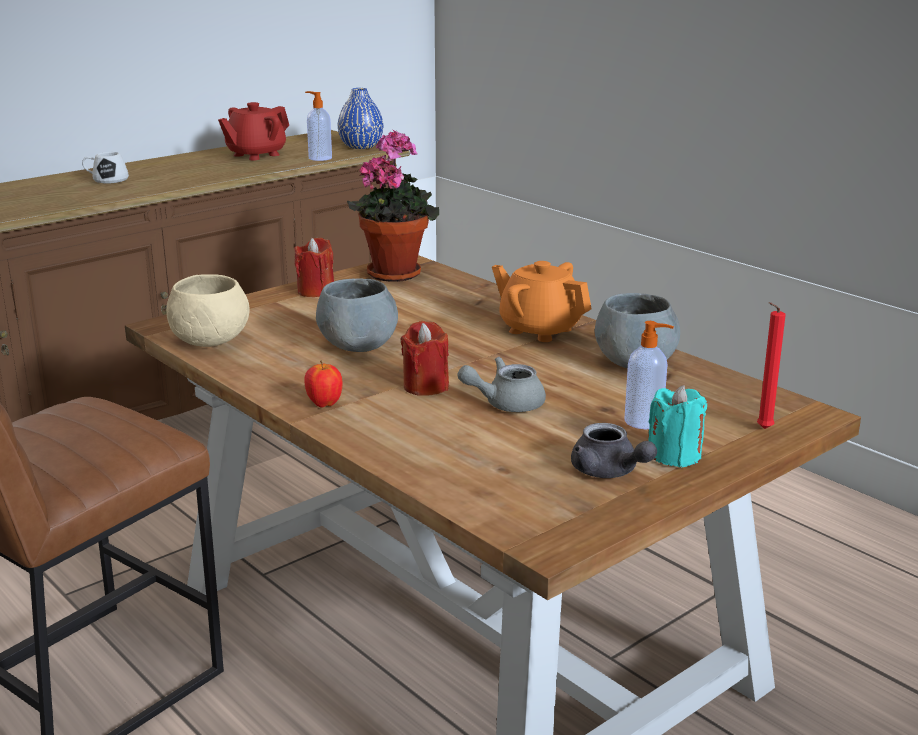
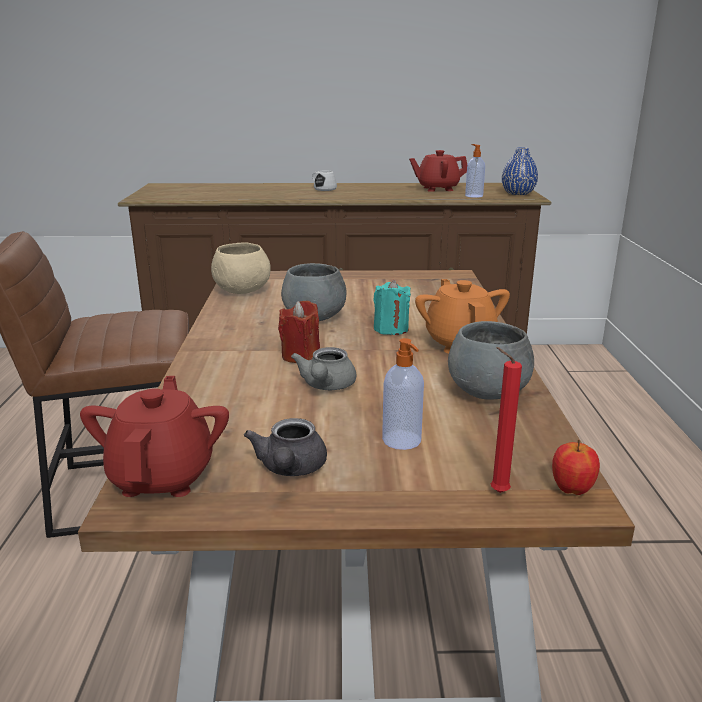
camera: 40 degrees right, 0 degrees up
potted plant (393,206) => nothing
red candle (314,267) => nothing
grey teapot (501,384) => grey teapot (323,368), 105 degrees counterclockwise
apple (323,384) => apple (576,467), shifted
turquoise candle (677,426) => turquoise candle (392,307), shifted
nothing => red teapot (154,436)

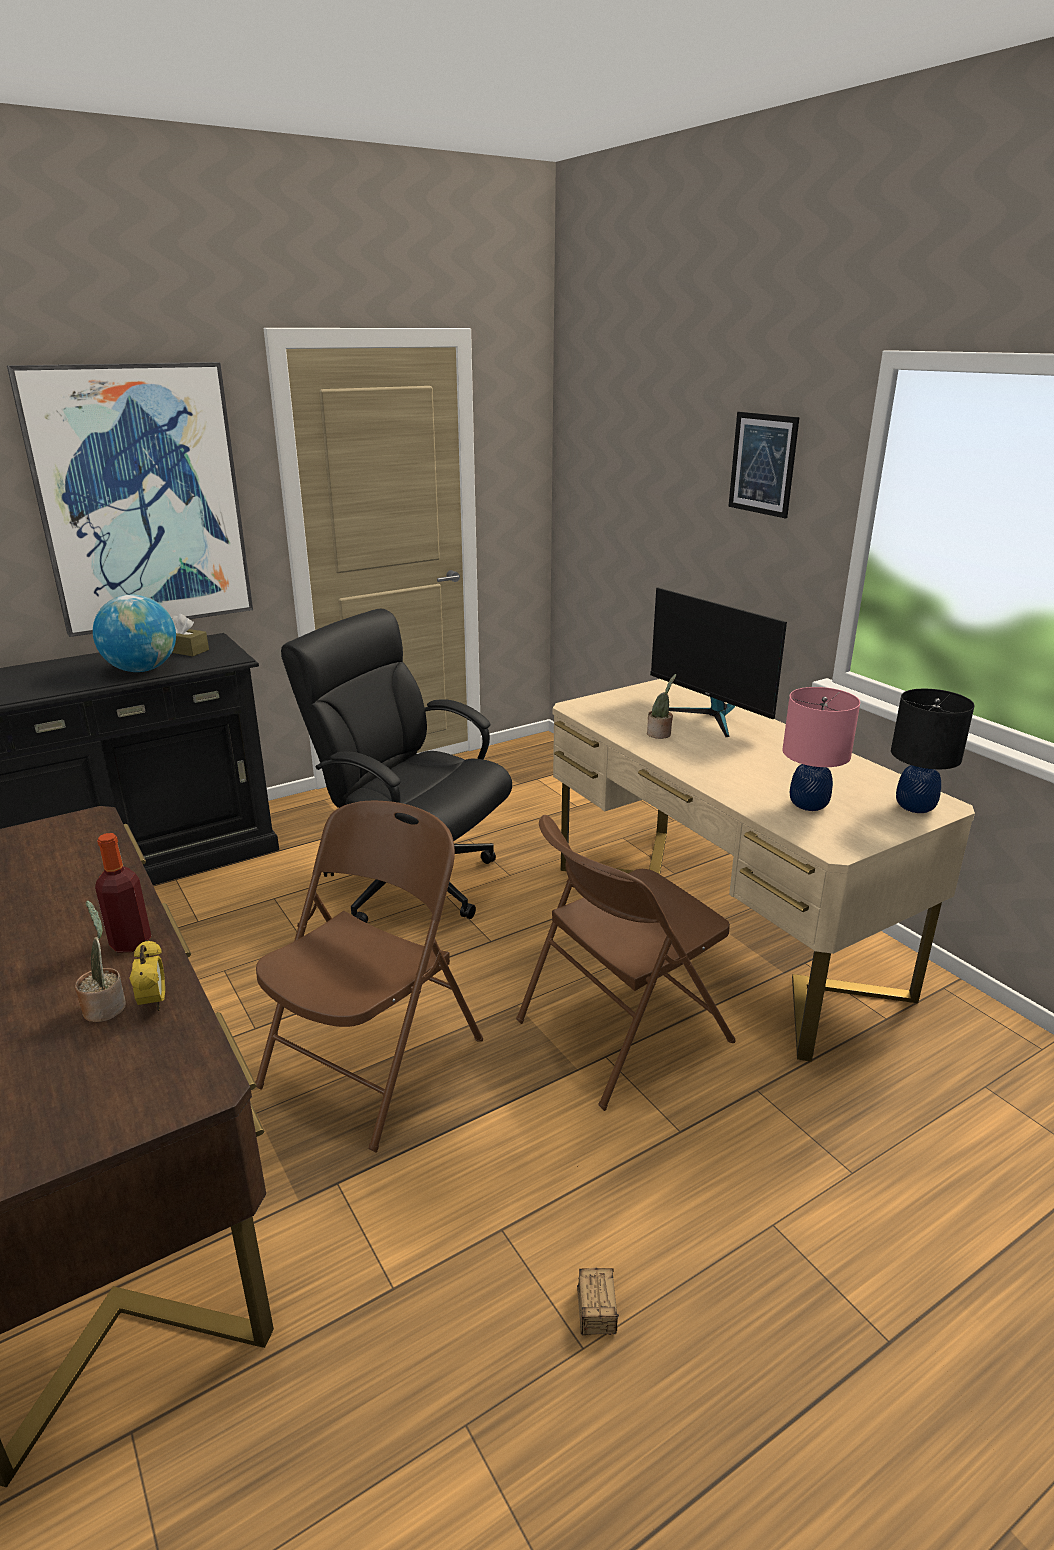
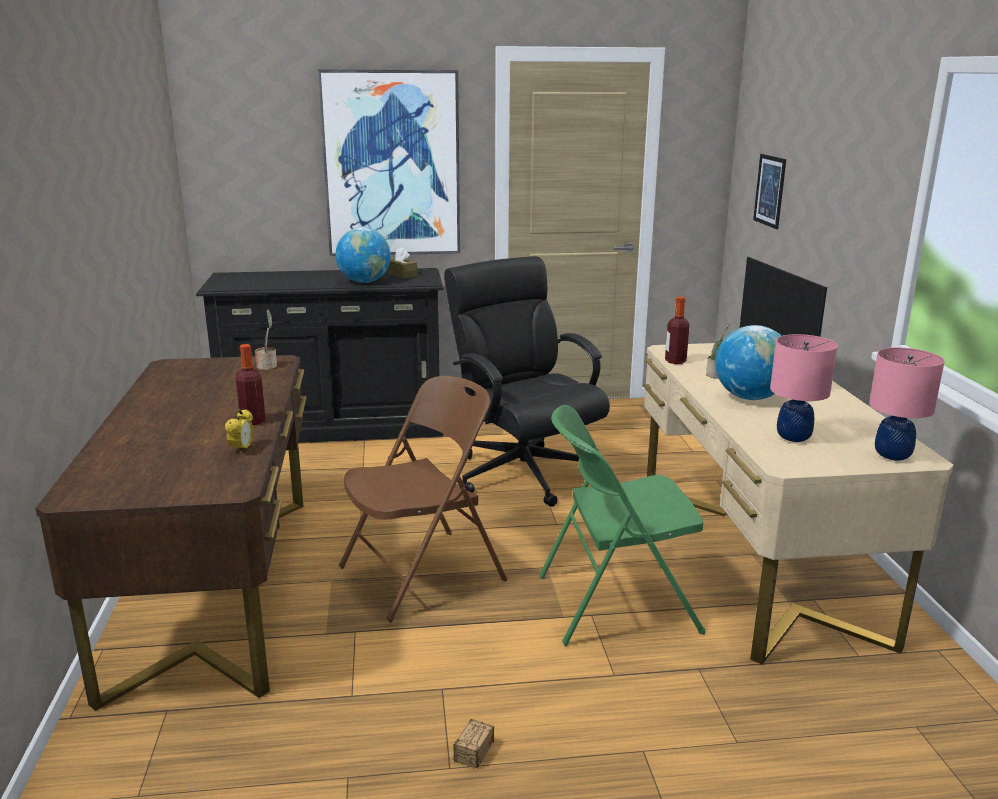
camera: 25 degrees right, 5 degrees down
picture (763,465) => picture (769,191), shifted
black table lamp (933,751) => pink table lamp (907,404)
brown chair (626,963) => green chair (622,525)
potted plant (100,961) => potted plant (266,339), shifted
nothing => bottle (677,330)
nothing => globe (748,362)

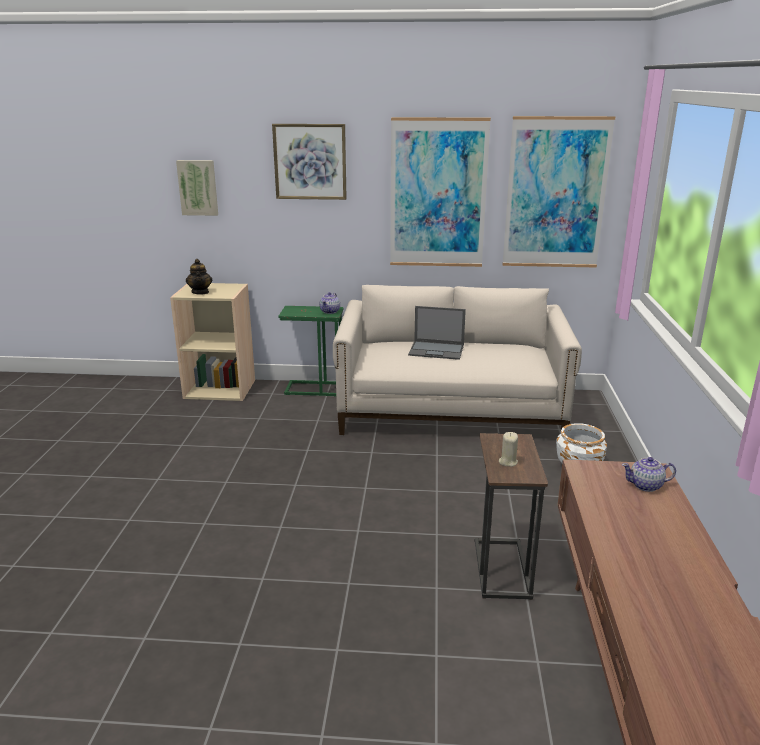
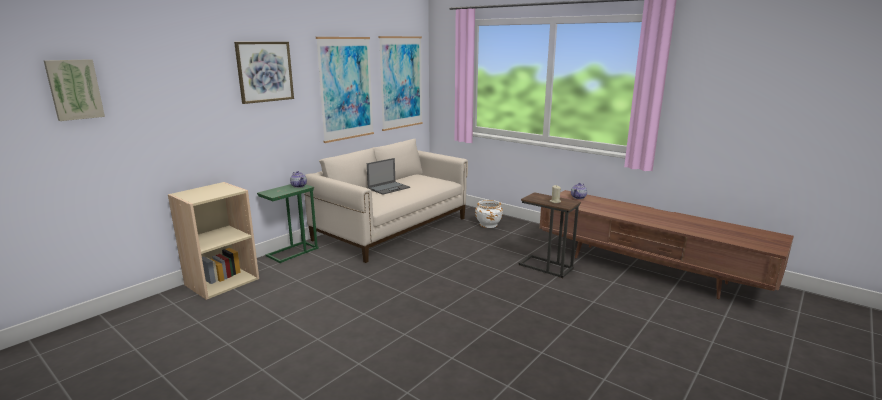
camera: 55 degrees left, 5 degrees down
picture (197,188) => picture (74,90), shifted
teapot (199,277) => nothing

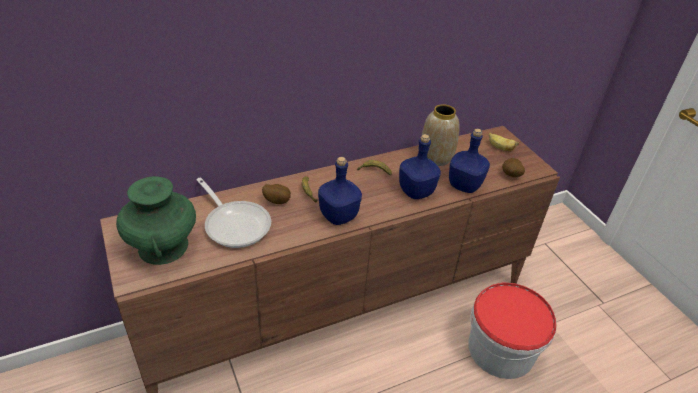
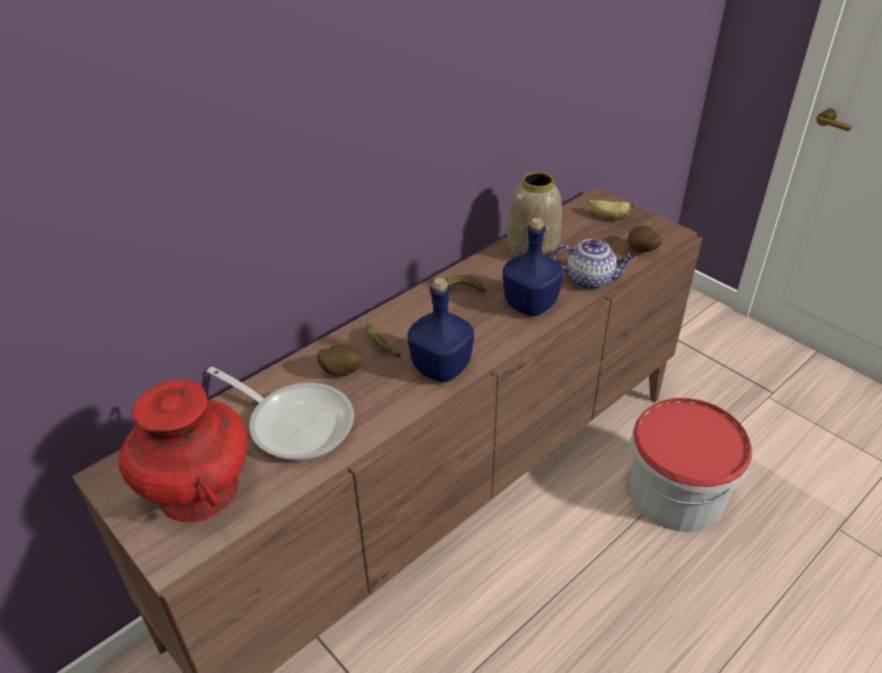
camera: 15 degrees left, 0 degrees up
blue bottle (469,161) => teapot (593,264)
green vase (156,220) => red vase (183,450)

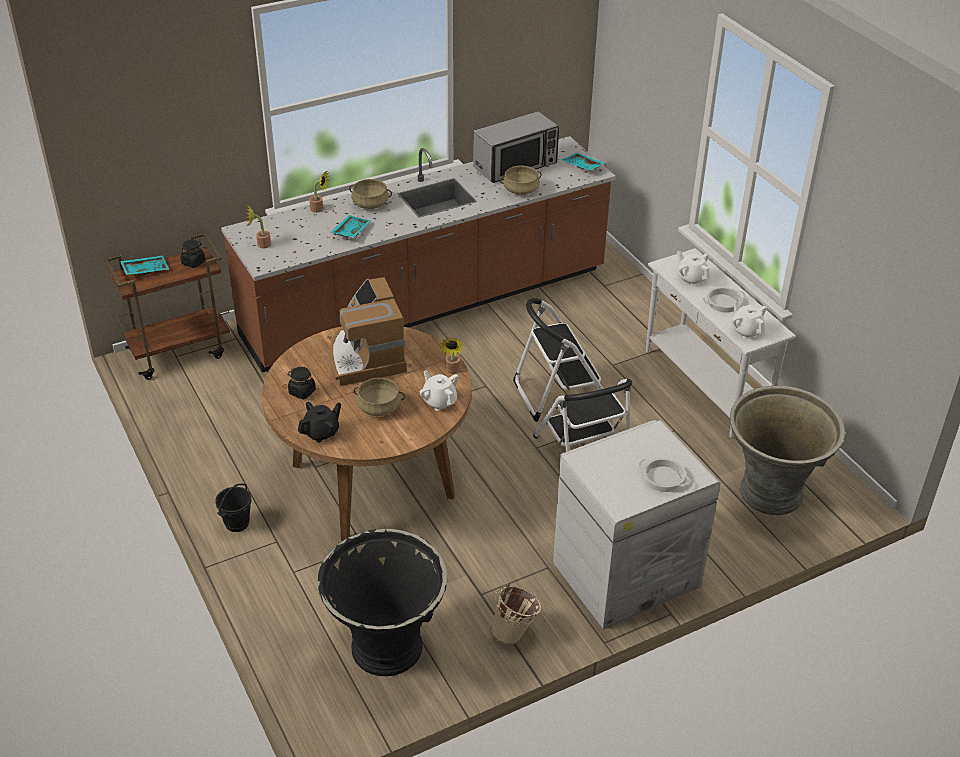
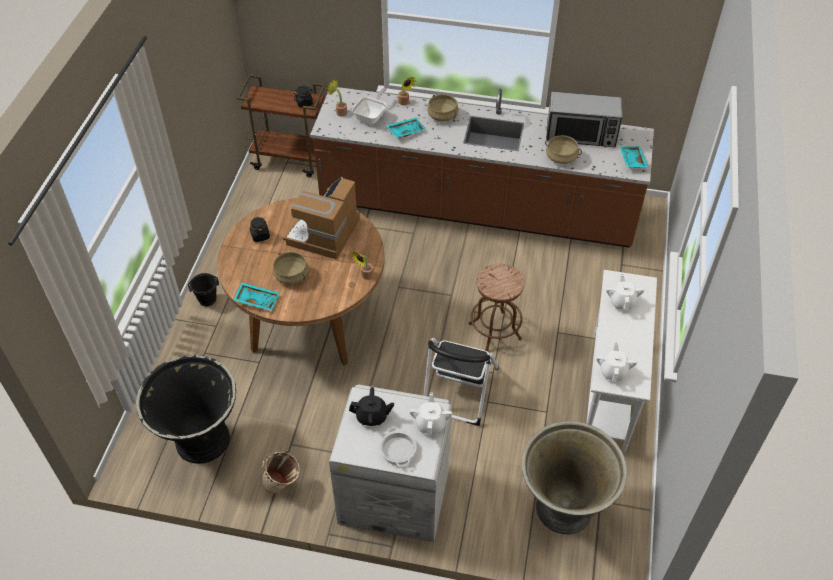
camera: 40 degrees right, 10 degrees up
turquoise tray (144,265) => turquoise tray (256,296), shifted
cooking pot (724,300) => nothing
step ladder (558,360) => brown stool (496,308)
white teapot (439,390) => white teapot (430,414), shifted
black teapot (319,422) => black teapot (371,406), shifted
nothing => frying pan (369,105)

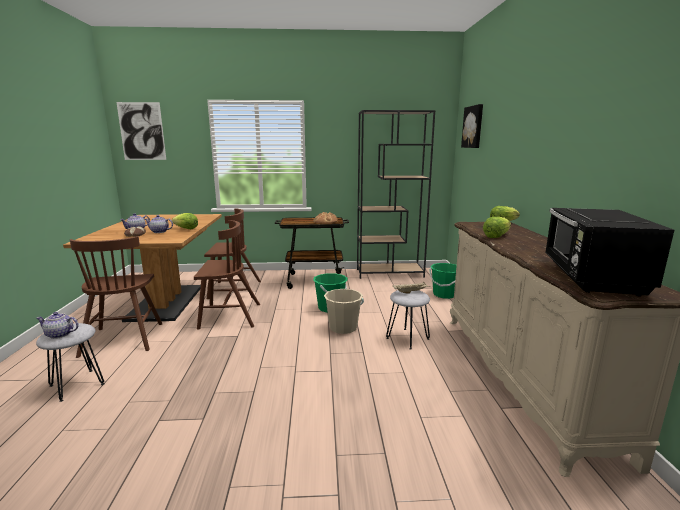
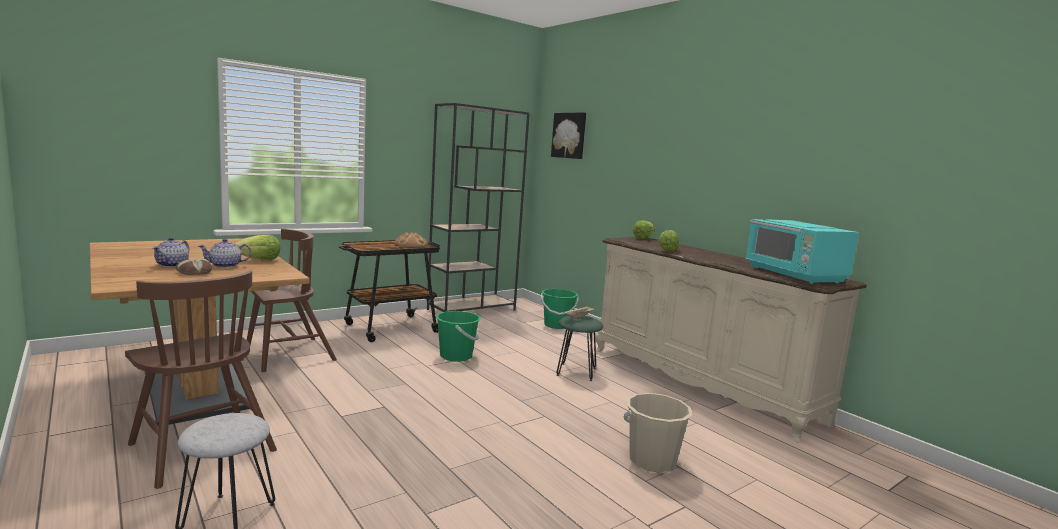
camera: 35 degrees left, 5 degrees down
picture (141,131) => nothing
black microwave (609,252) => turquoise microwave (802,251)
brown chair (227,275) => nothing
beige bucket (344,311) => beige bucket (658,433), shifted
grey stool (408,320) => green stool (579,348)
teapot (57,325) => nothing

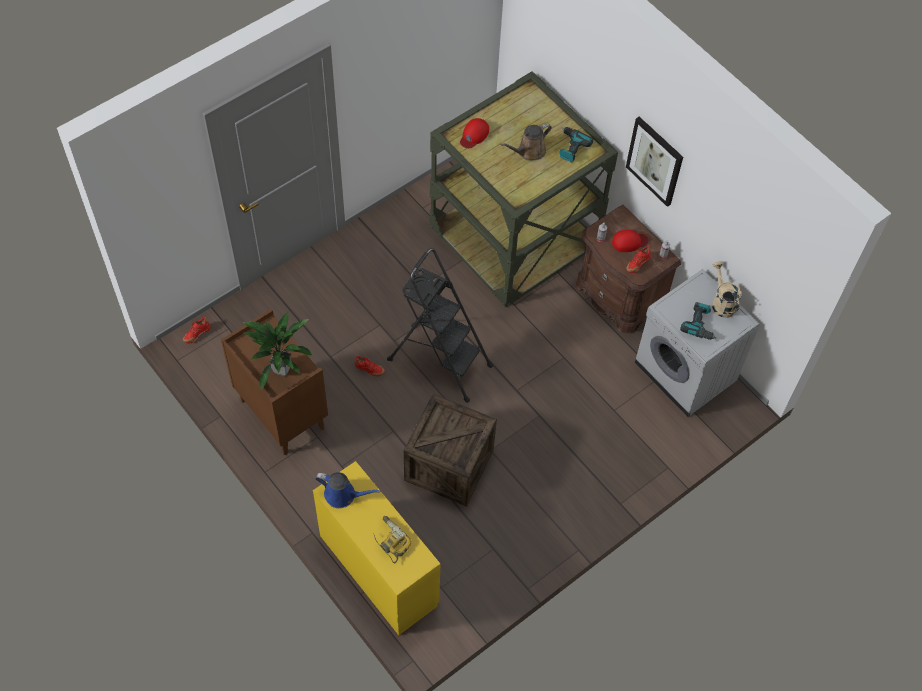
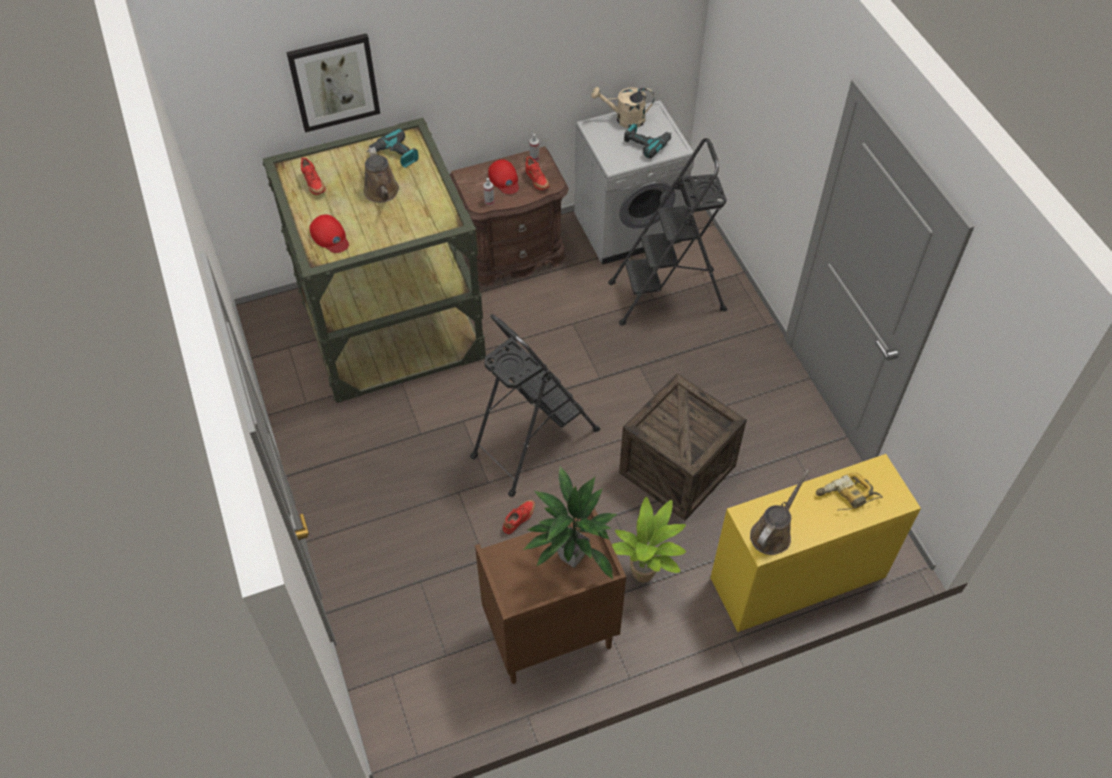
camera: 70 degrees left, 5 degrees down
picture (654,162) => picture (333,83), shifted
red cap (630,241) => red cap (503,176), 150 degrees clockwise
red shoe (197,330) => red shoe (313,176), shifted
blue watering can (347,490) => brown watering can (779,512)
nothing => step ladder (667,232)
nothing => potted plant (649,539)

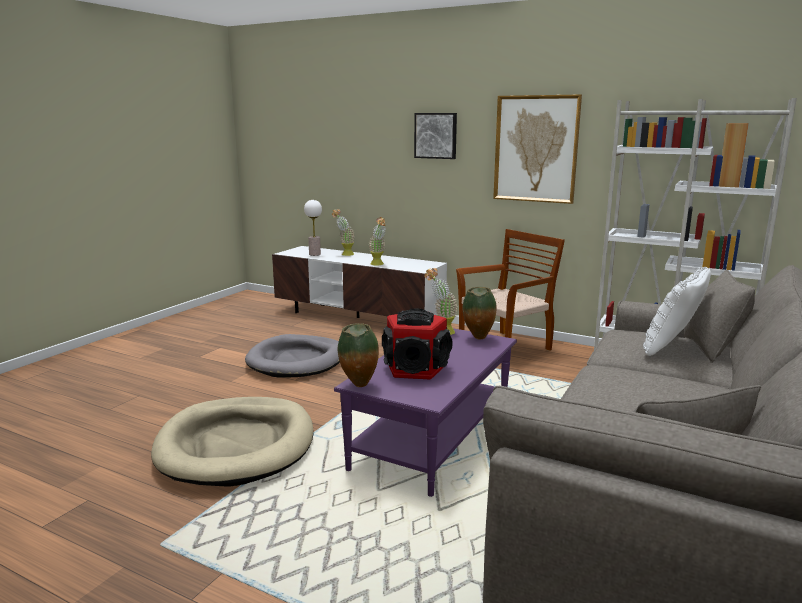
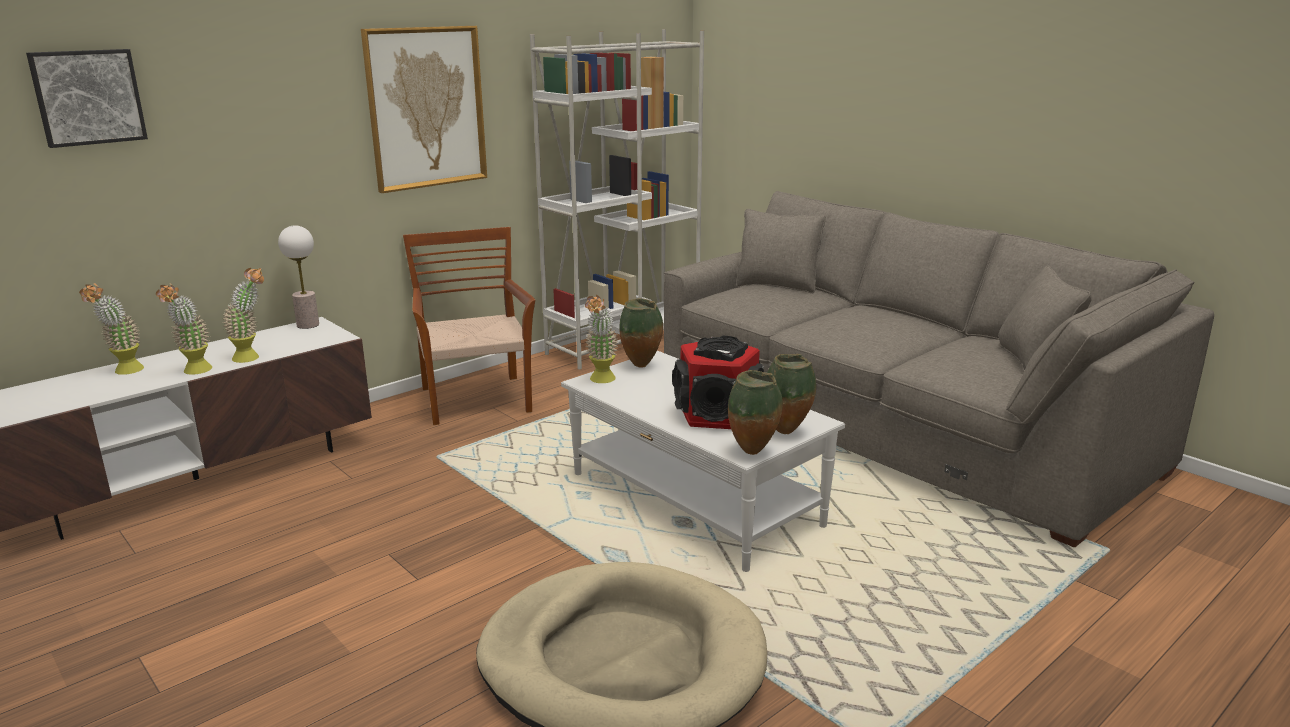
camera: 70 degrees left, 5 degrees up
picture (435,136) => picture (87,98), shifted
table lamp (313,228) => table lamp (298,277), shifted
white pillow (677,311) => nothing
purple coffee table (425,412) => white coffee table (703,461)
grey dog bed (292,356) => nothing
nothing => potted plant (184,329)
nothing => vase (791,394)

